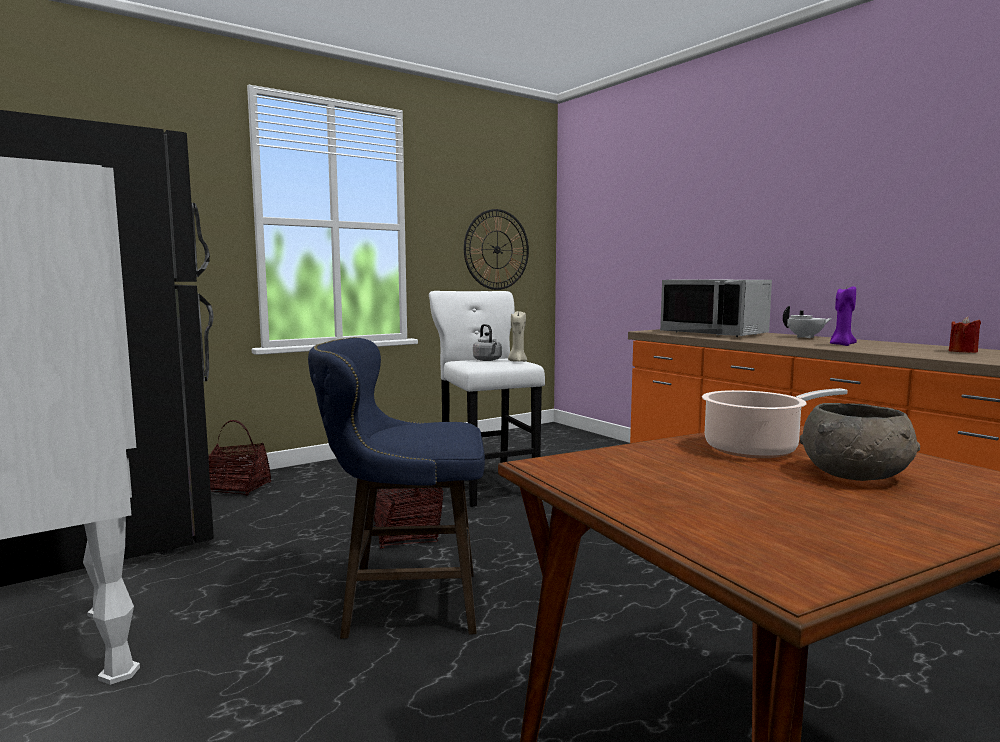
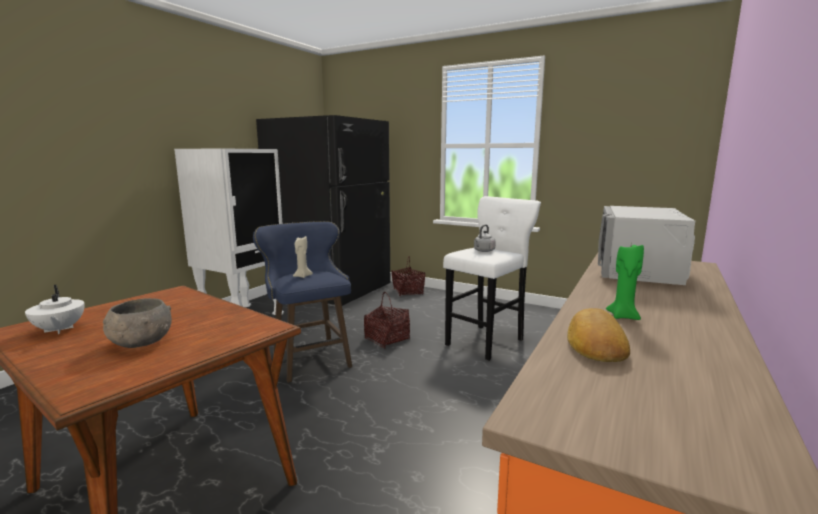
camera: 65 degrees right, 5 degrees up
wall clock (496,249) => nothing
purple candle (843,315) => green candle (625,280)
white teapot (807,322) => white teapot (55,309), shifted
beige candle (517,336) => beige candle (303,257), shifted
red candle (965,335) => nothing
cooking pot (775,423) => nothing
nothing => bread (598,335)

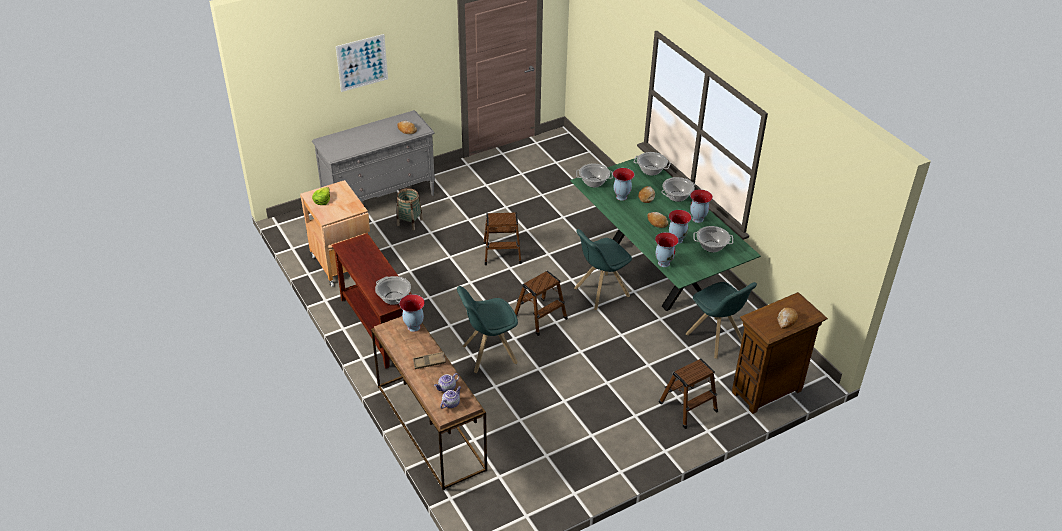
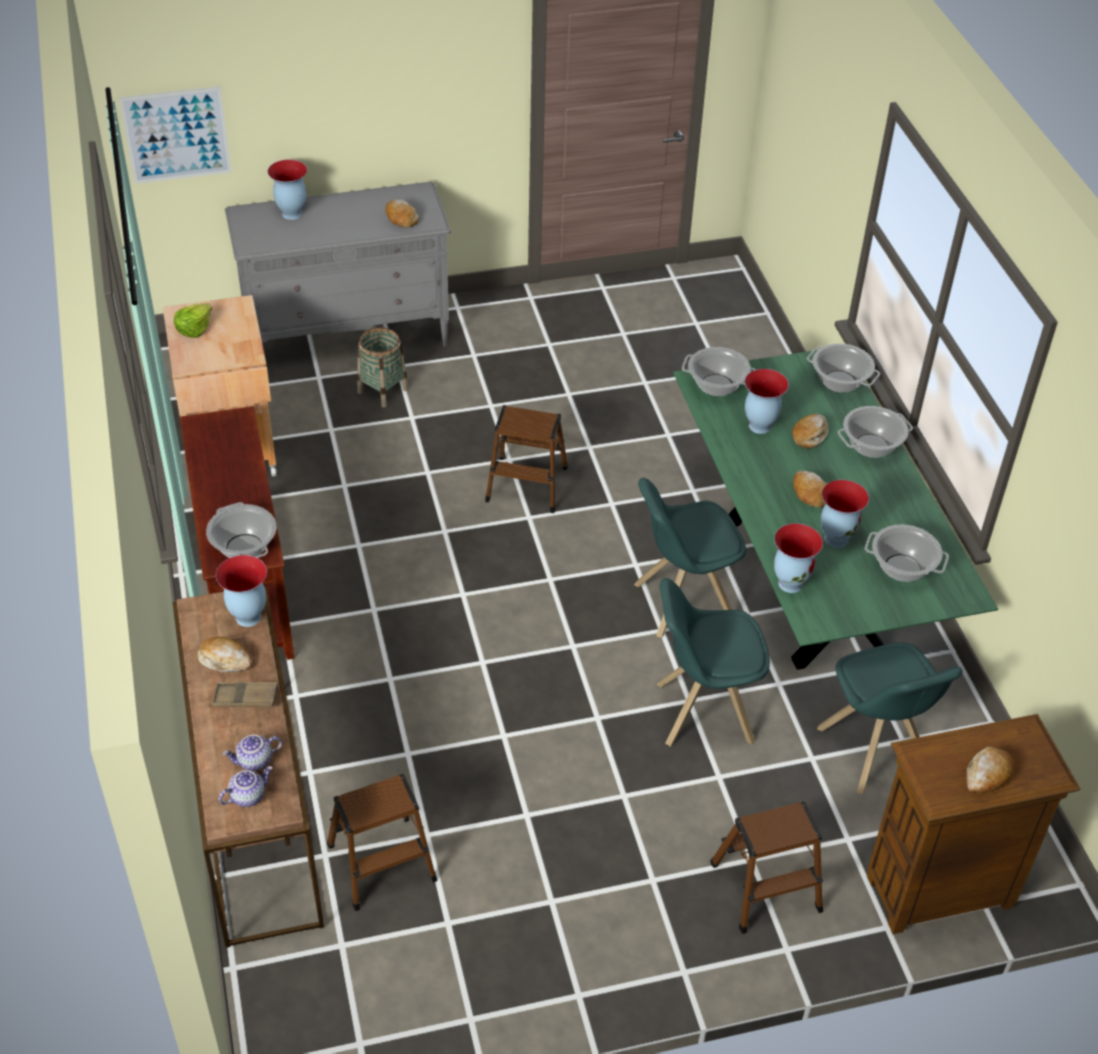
camera: 15 degrees right, 5 degrees up
picture (362,63) => picture (175,135), shifted
vase (701,206) => vase (287,190), shifted
brown step ladder (541,303) => brown step ladder (382,842), shifted
turquoise chair (487,329) => turquoise chair (713,662), shifted
nothing => bread (224,654)

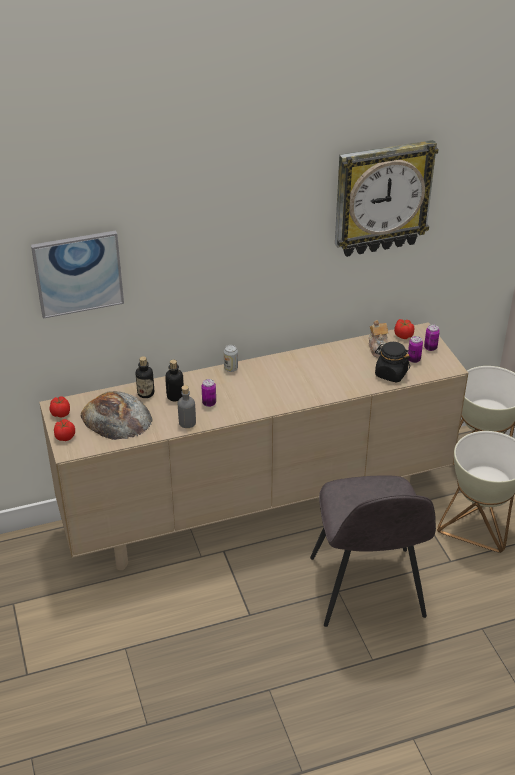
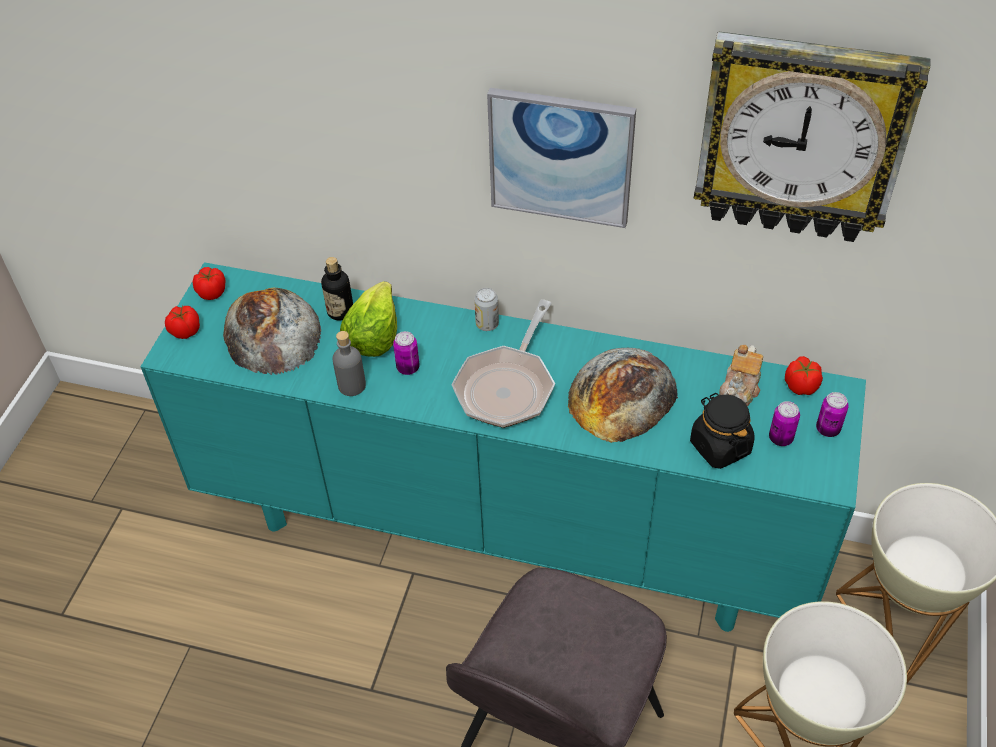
camera: 35 degrees right, 10 degrees up
picture (77,275) => picture (561,158), shifted
beige cabinet (253,446) => turquoise cabinet (503,447)
bottle (174,380) => lettuce (368,319)
nothing => frying pan (503,363)
nothing => bread (623,395)

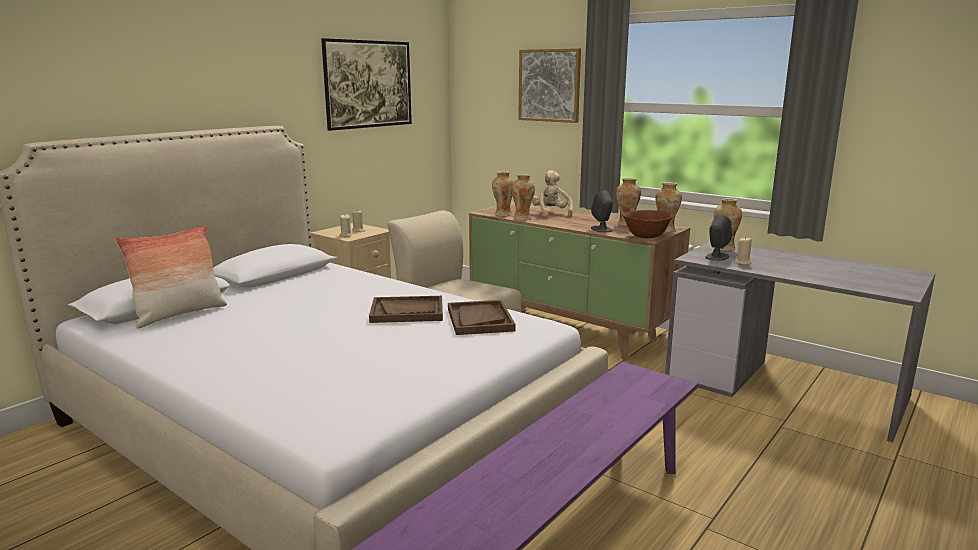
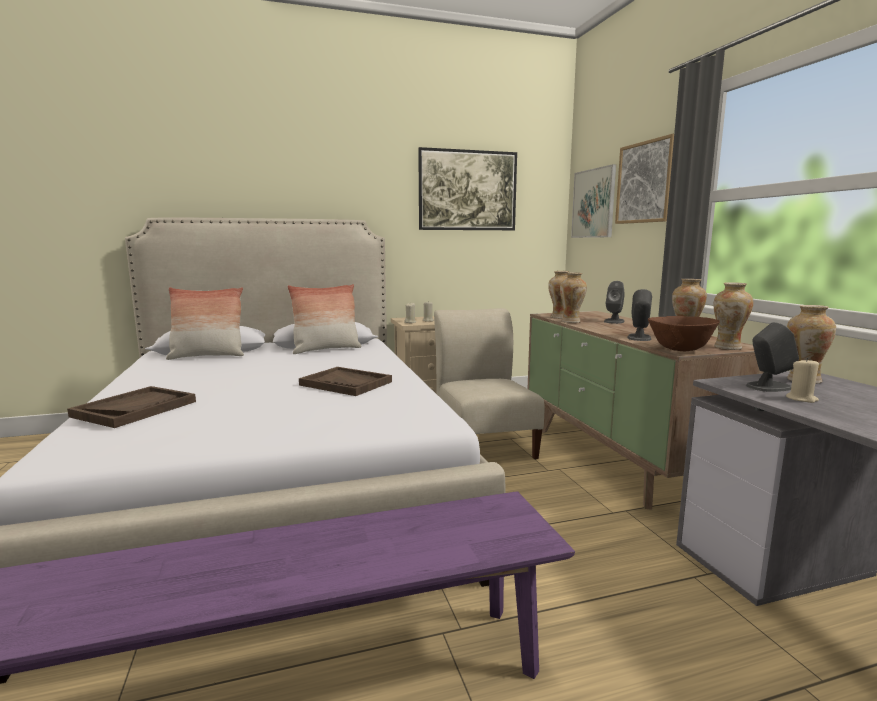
camera: 35 degrees right, 5 degrees down
beige plush toy (552,193) => grey speaker (614,302)
brown tray (482,317) => brown tray (131,407), shifted
nothing => picture (593,201)
nothing => pillow (324,319)

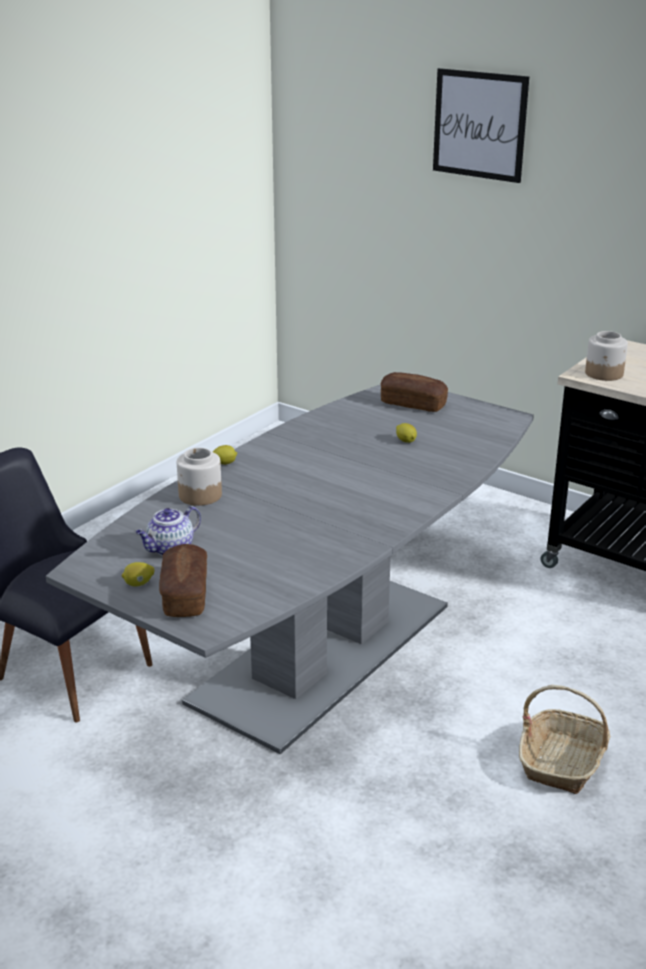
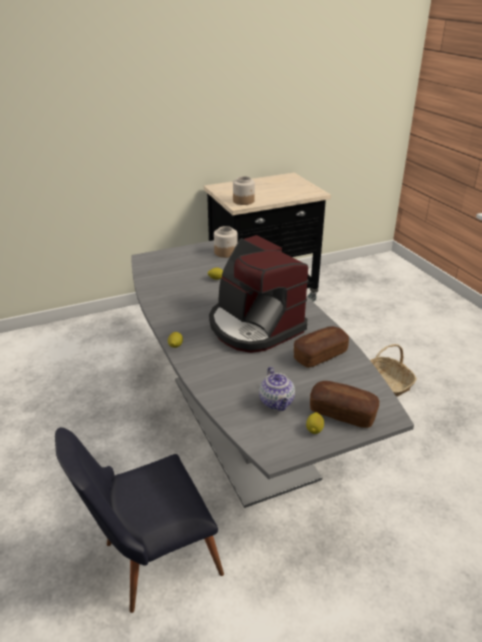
camera: 60 degrees left, 5 degrees up
picture (481,125) => nothing
bread (414,392) => bread (321,347), shifted
jar (199,477) => jar (226,242), shifted
nothing => coffee machine (259,294)

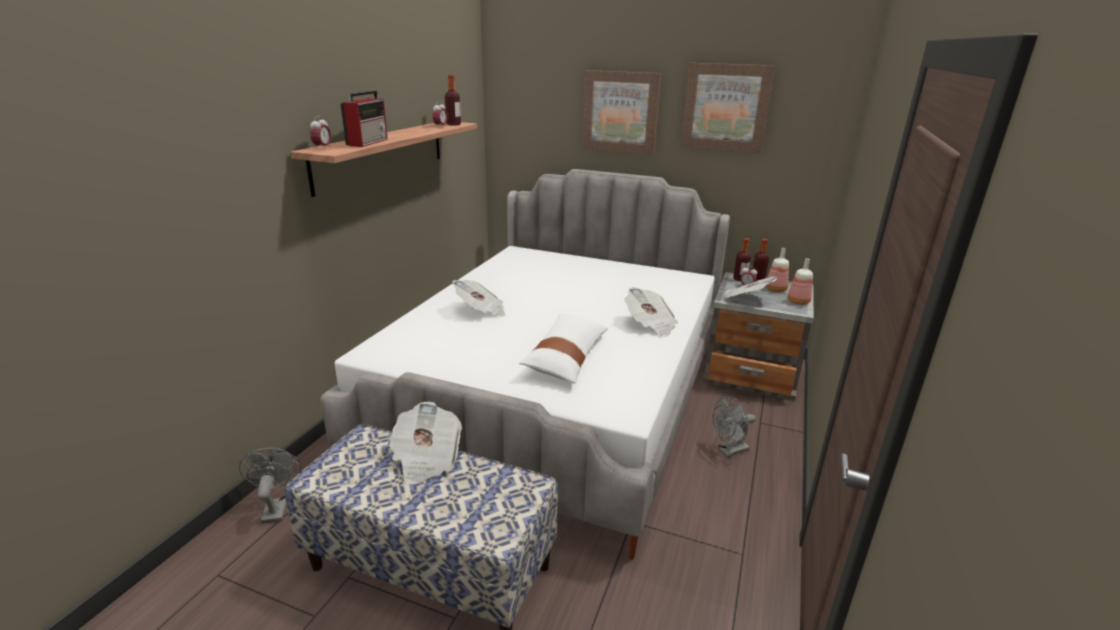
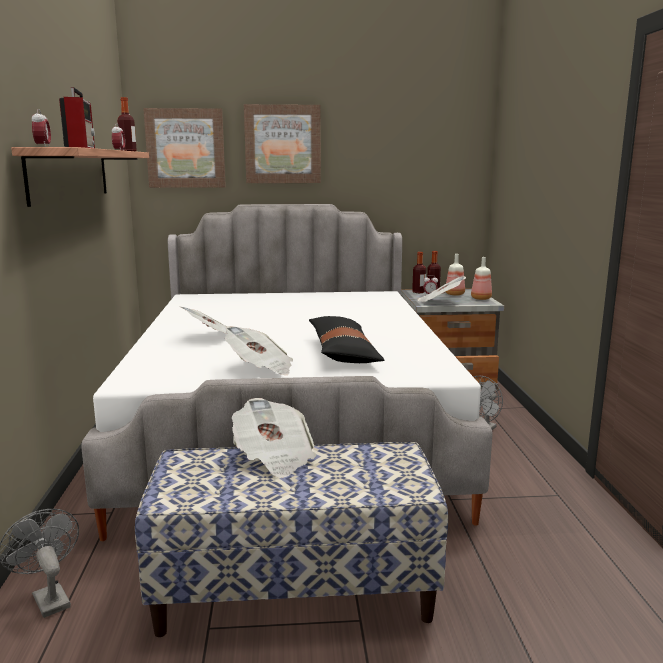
camera: 25 degrees left, 10 degrees down
picture (728,108) => picture (184,148), shifted
newspaper (651,312) => newspaper (259,350), shifted
white pillow (563,348) => black pillow (346,339)

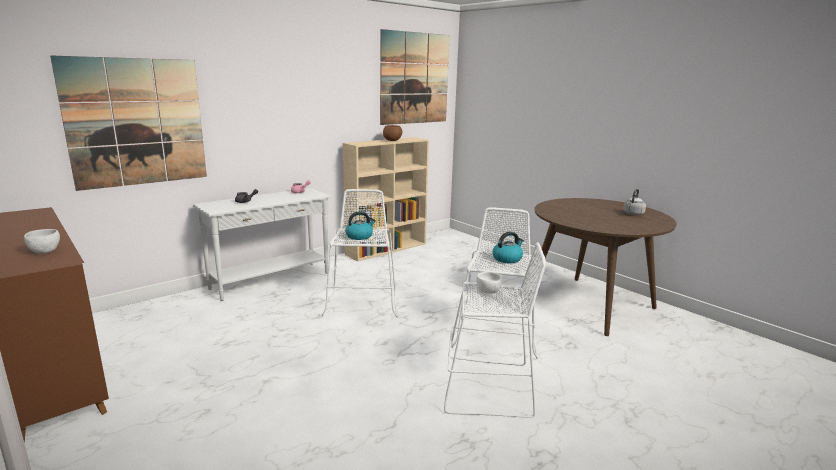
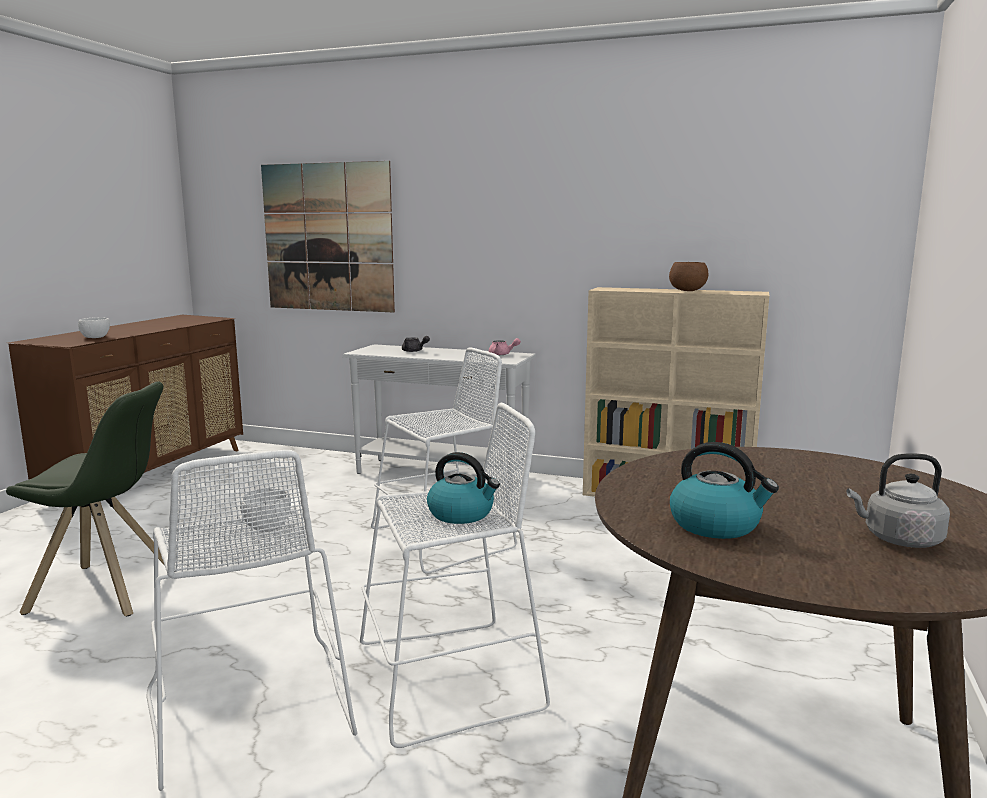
camera: 60 degrees right, 5 degrees down
picture (415,77) => nothing
kettle (360,225) => kettle (724,490), shifted
nothing => green chair (91,498)

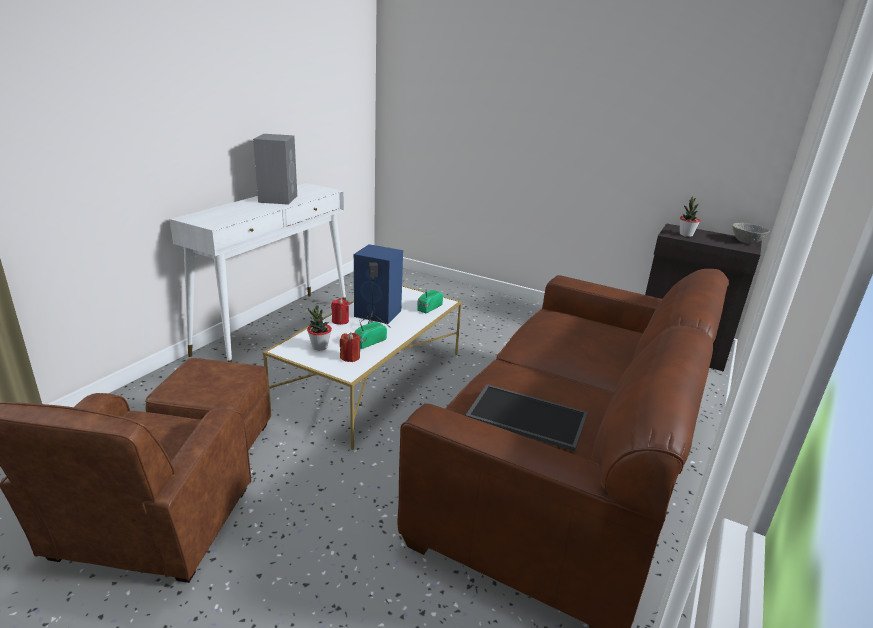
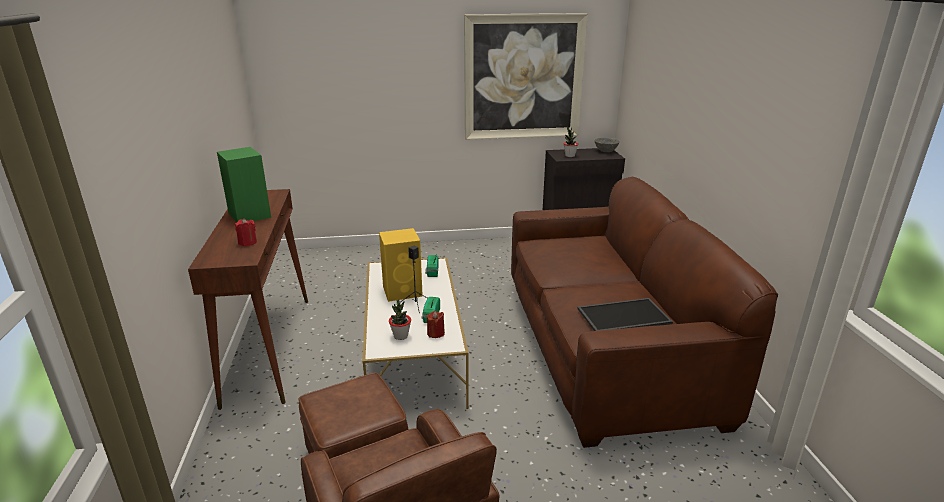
camera: 35 degrees left, 0 degrees up
grey speaker (275,169) => green speaker (244,185)
white console table (258,272) => brown console table (248,299)
blue speaker (378,284) => yellow speaker (401,265)
red candle (340,311) => red candle (246,232), shifted
nothing => picture (526,76)

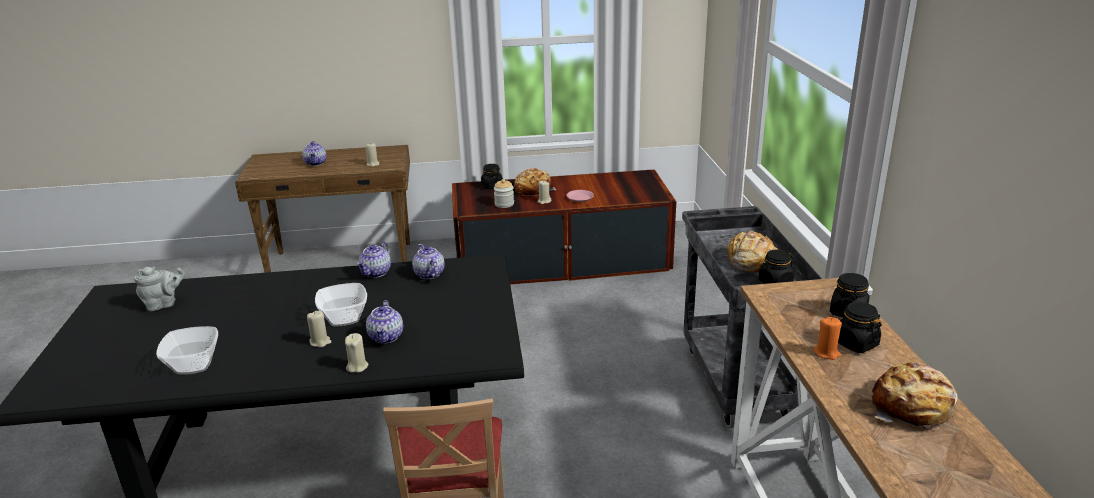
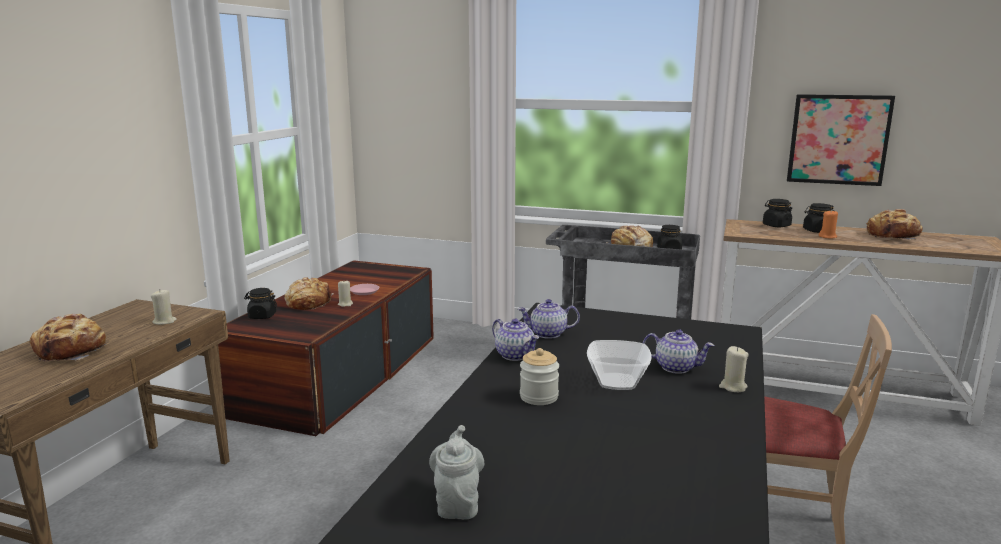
camera: 65 degrees left, 10 degrees down
teapot (314,153) => bread (68,338)
jar (504,193) => jar (539,376), shifted
beige candle (319,329) => nothing
bowl (187,350) => nothing
nothing => picture (841,140)

